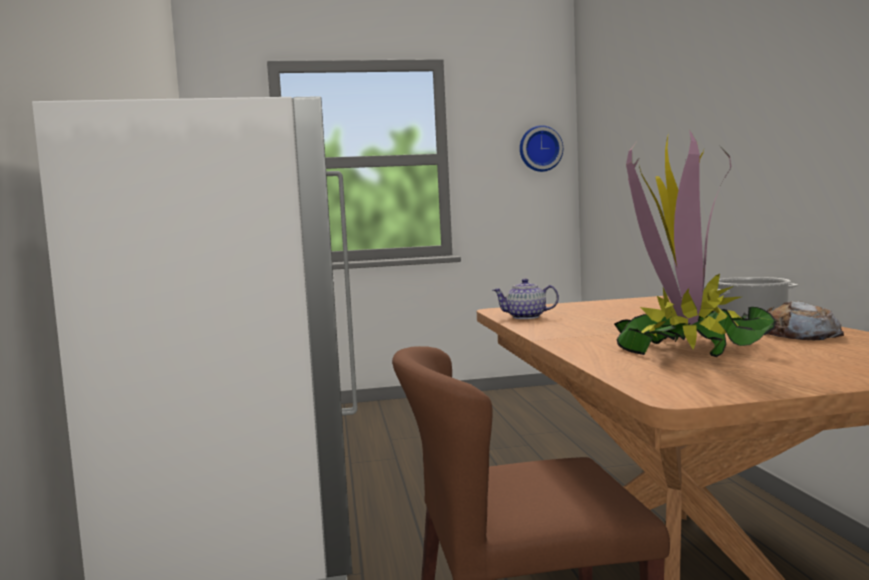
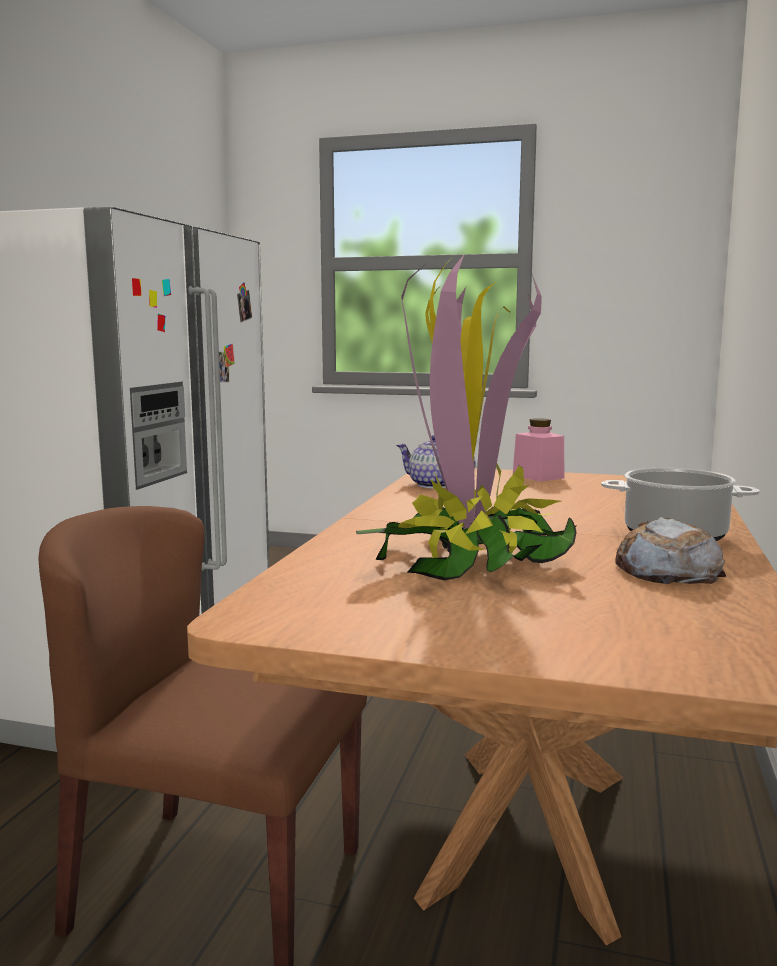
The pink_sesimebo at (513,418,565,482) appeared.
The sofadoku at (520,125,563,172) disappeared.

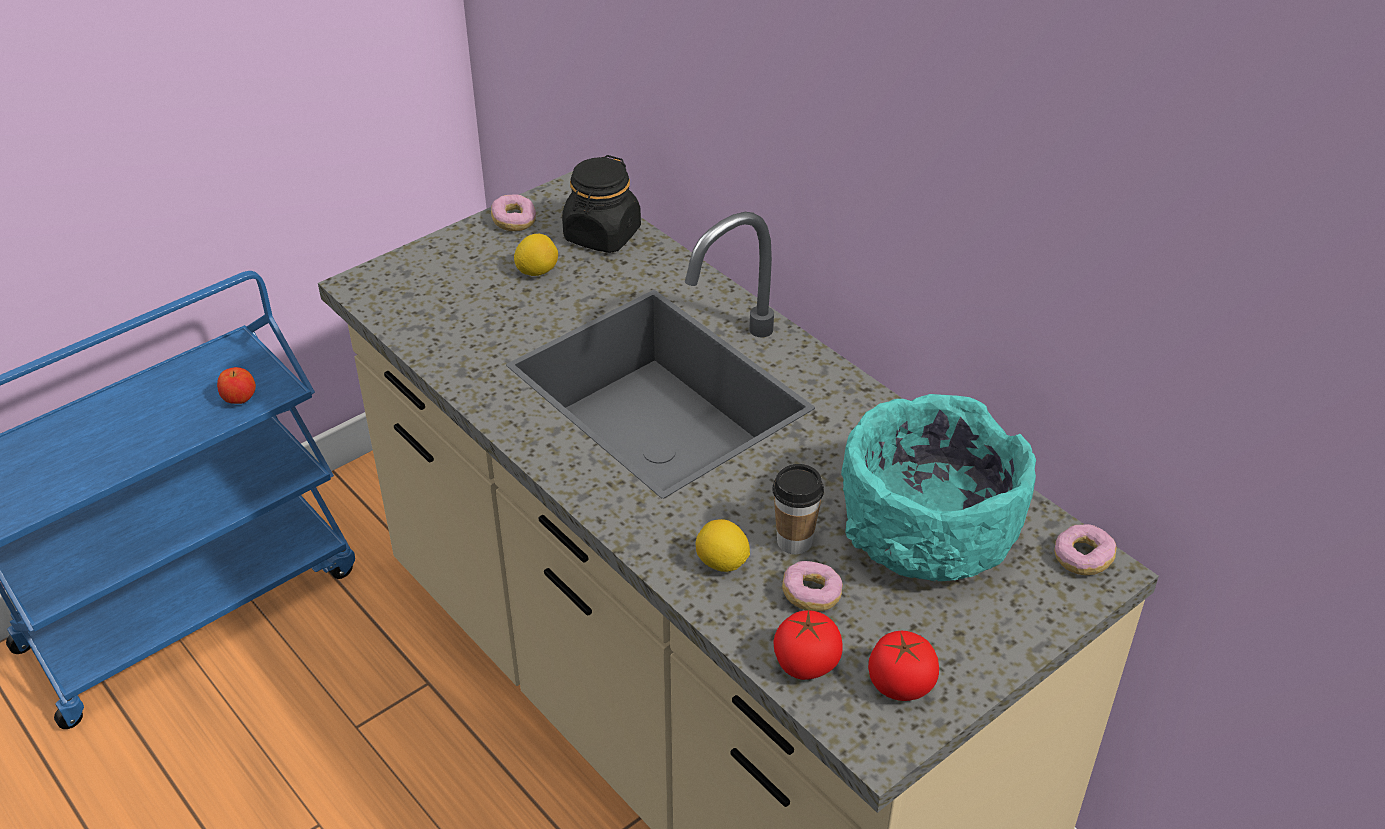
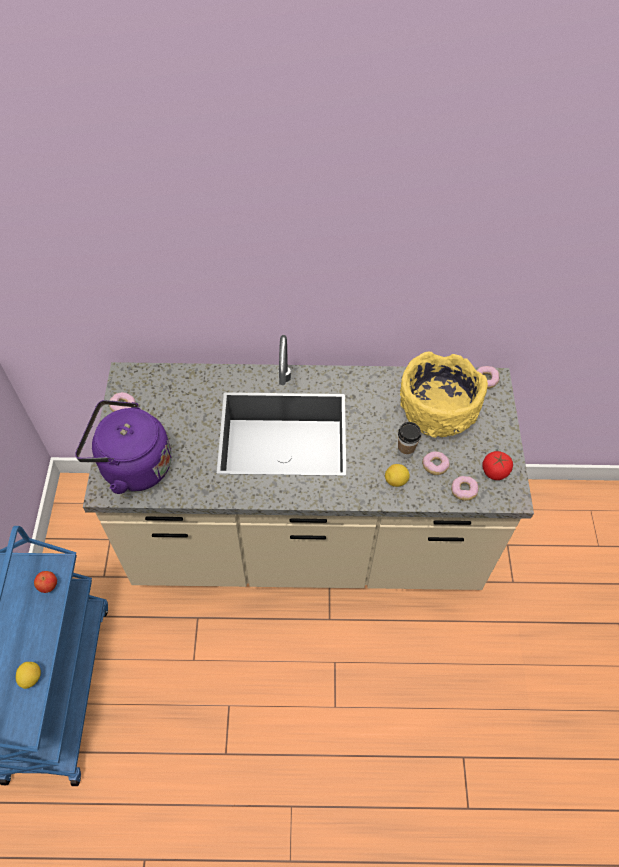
The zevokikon moved from (514,234,558,276) to (16,662,41,689).
The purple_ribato at (75,400,172,494) appeared.
The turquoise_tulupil at (841,394,1036,581) became the yellow_tulupil at (400,352,488,438).
The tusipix at (773,609,843,680) was replaced by the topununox at (451,476,479,501).
The black_sesimebo at (562,155,641,253) disappeared.

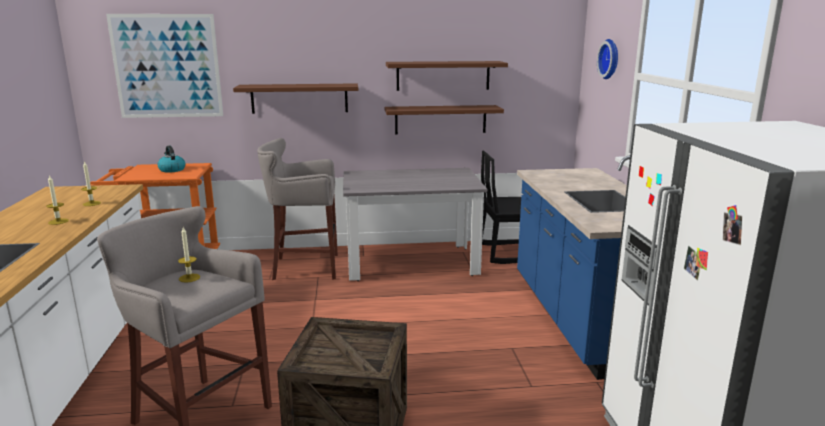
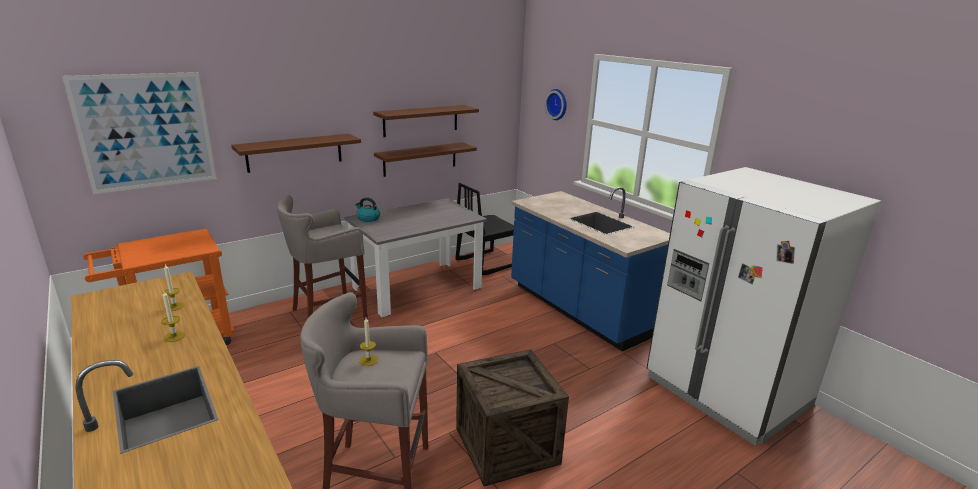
The ribato moved from (157,146,185,173) to (355,197,380,222).

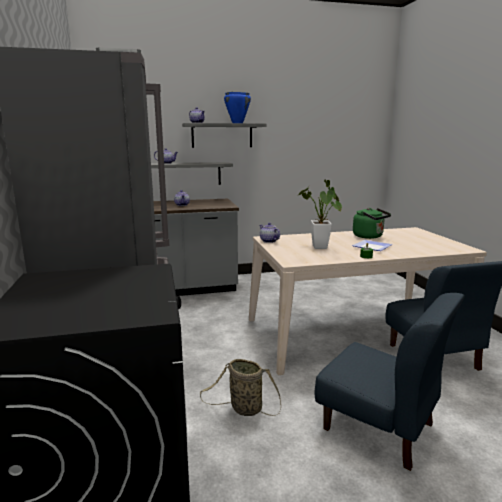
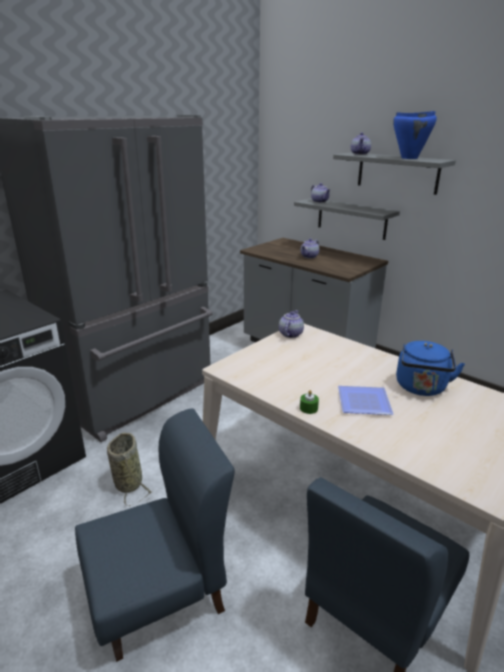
The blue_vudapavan at (315,293,465,471) turned 120 degrees counterclockwise.
The green_ribato at (353,208,391,239) became the blue_ribato at (396,341,465,396).
The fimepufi at (297,180,342,249) disappeared.

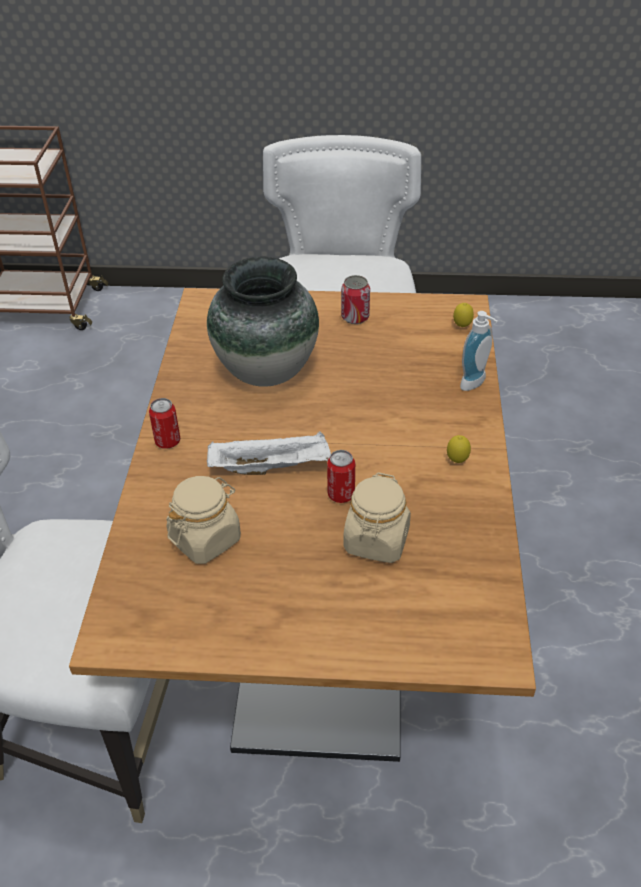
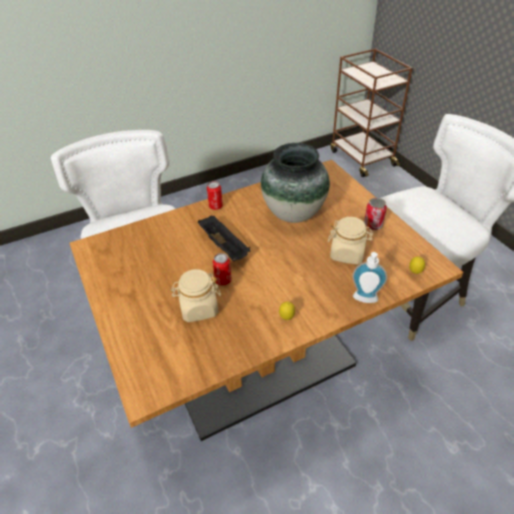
The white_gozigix at (207,431,331,475) became the black_gozigix at (198,215,251,261).
The beige_sesimebo moved from (166,476,241,564) to (328,217,373,265).

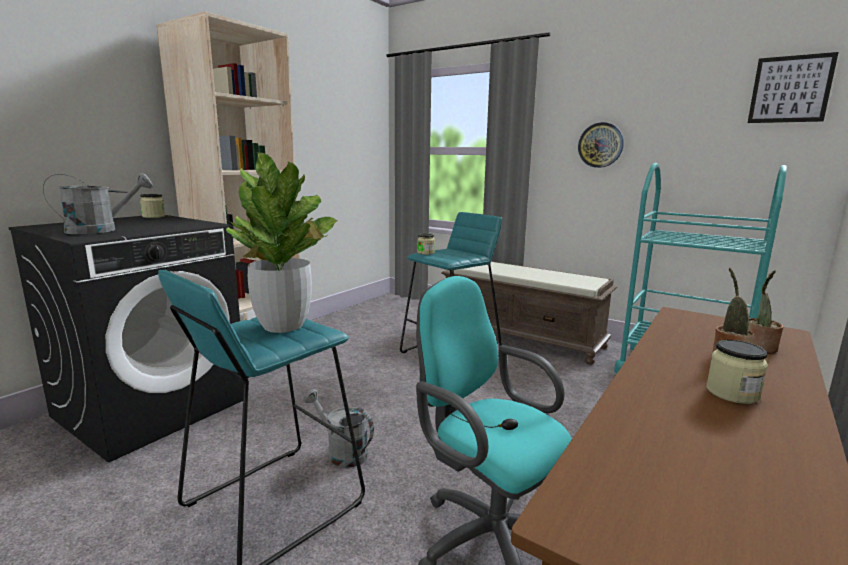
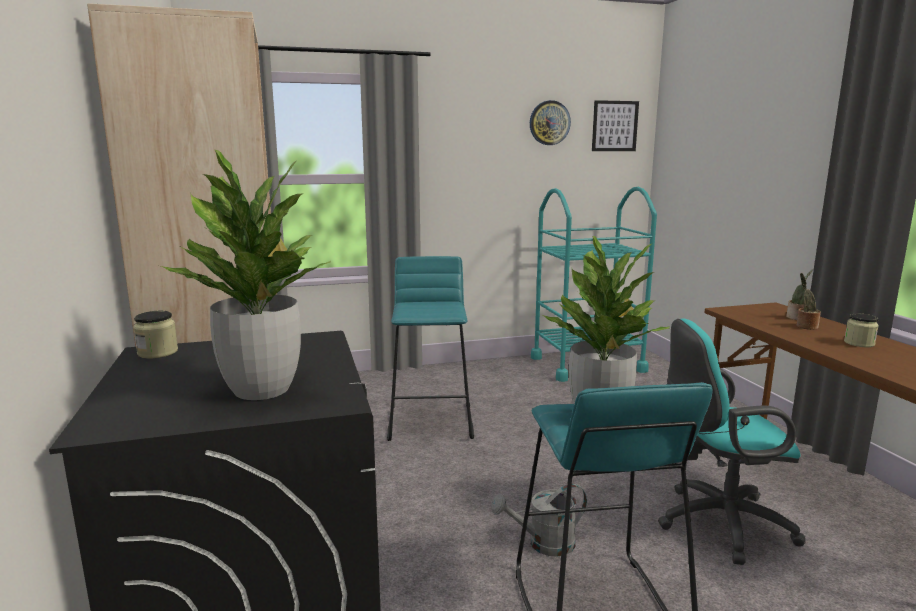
The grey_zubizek at (43,173,153,234) was replaced by the fimepufi at (161,150,331,400).
The sofadoku moved from (578,122,624,168) to (530,100,571,145).
The sesimebo at (417,233,435,255) disappeared.
The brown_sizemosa at (441,261,617,365) disappeared.

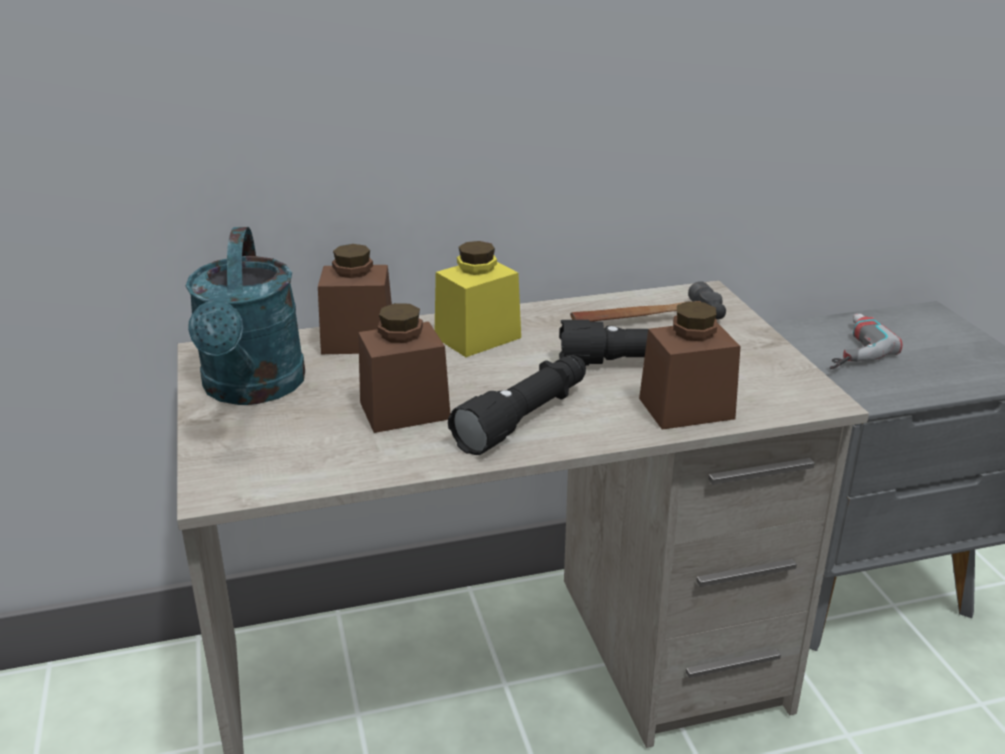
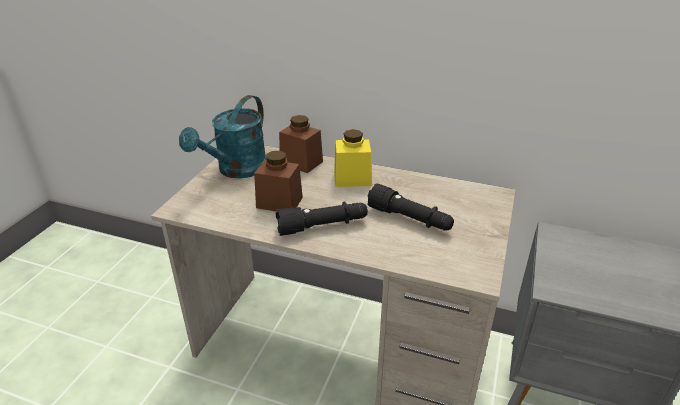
The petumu at (570,281,726,322) disappeared.
The brown_sesimebo at (639,301,741,430) disappeared.
The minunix at (830,314,902,369) disappeared.

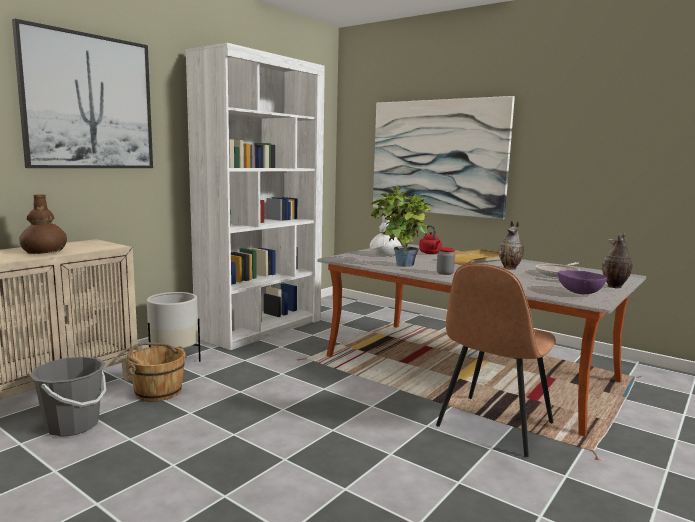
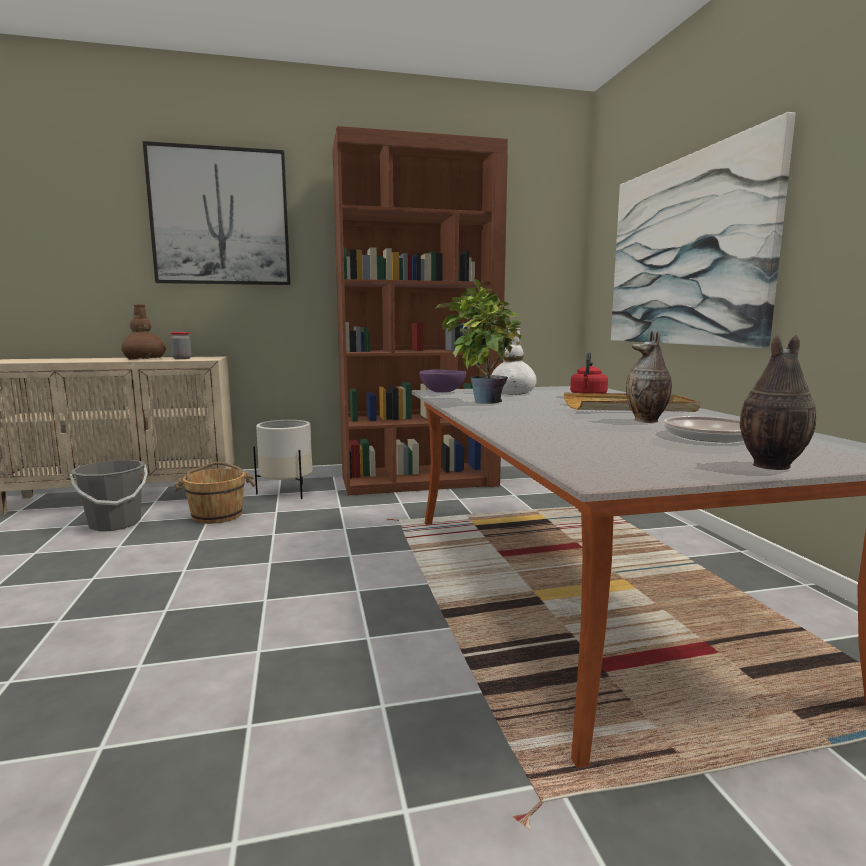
The sesimebo moved from (437,247,455,275) to (170,332,191,359).
The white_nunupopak at (186,43,325,350) became the brown_nunupopak at (332,126,508,495).
The purple_tulupil moved from (558,270,607,294) to (419,370,466,393).
The brown_vudapavan at (436,263,556,457) disappeared.

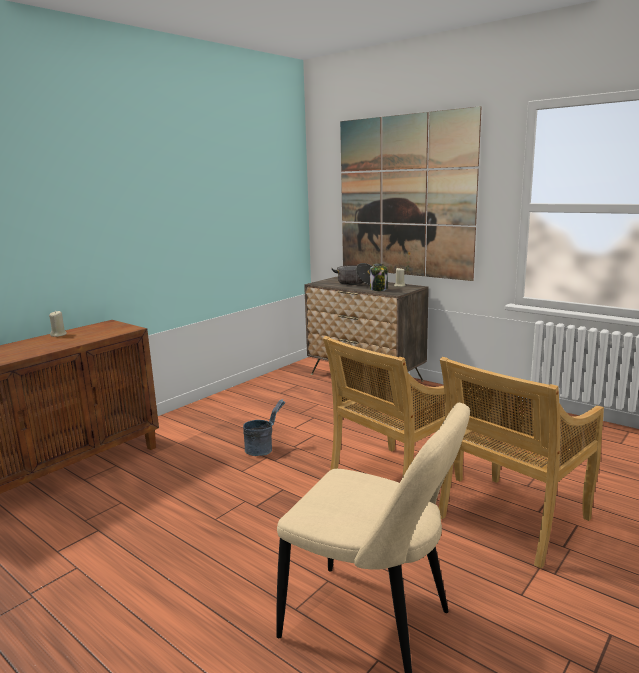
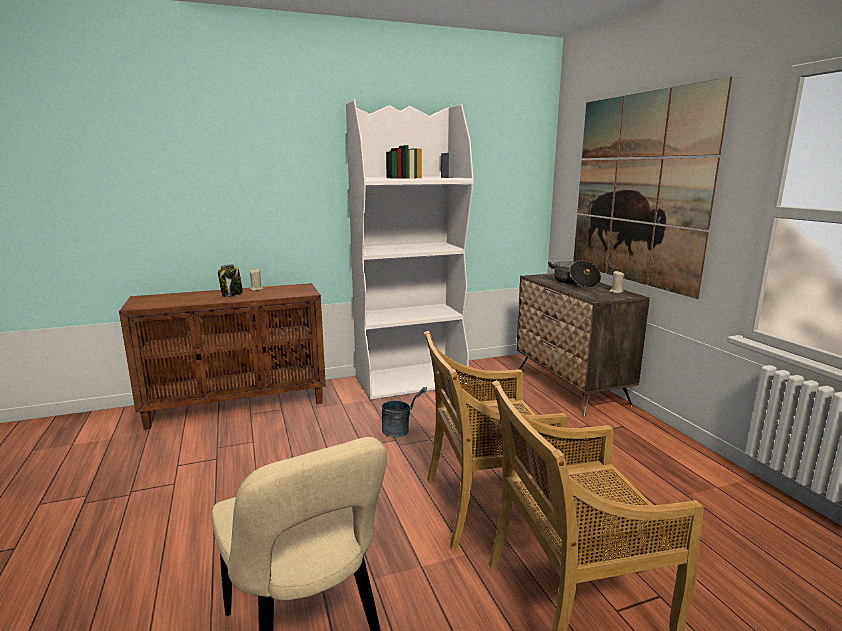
The sesimebo moved from (370,263,388,291) to (218,264,243,297).
The white_nunupopak at (346,99,474,400) appeared.

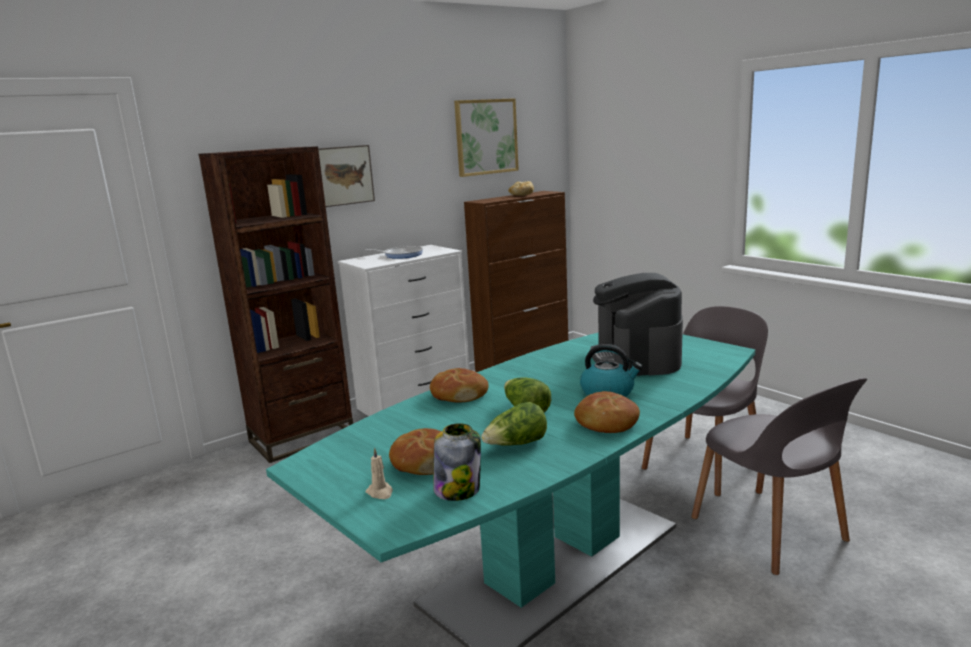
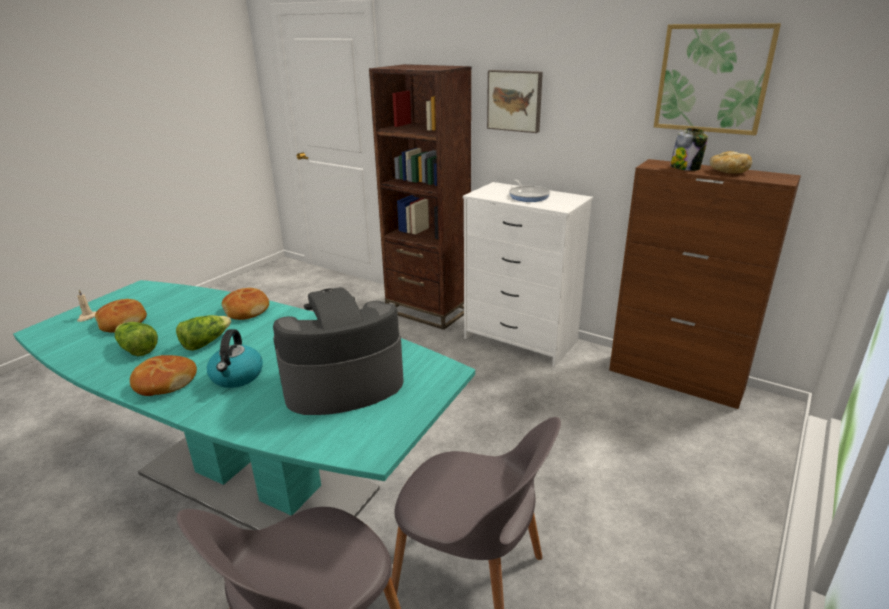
The sesimebo moved from (433,423,481,501) to (670,128,708,171).

